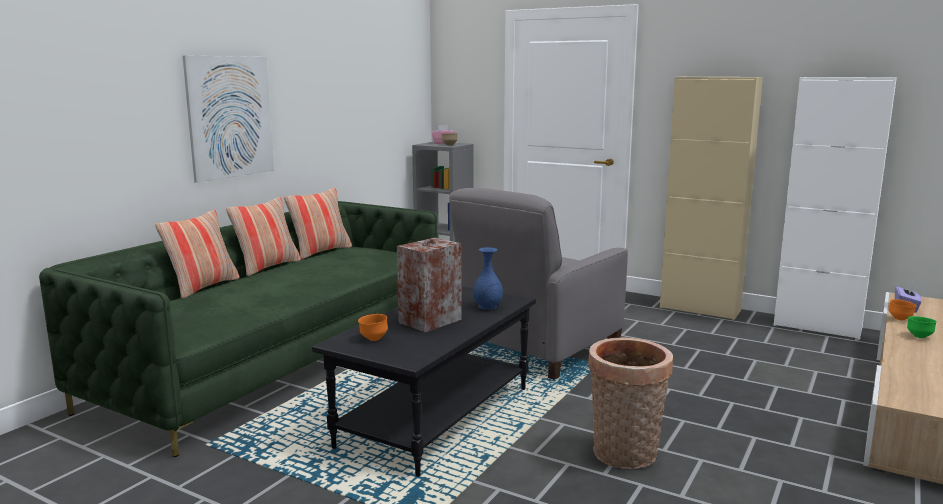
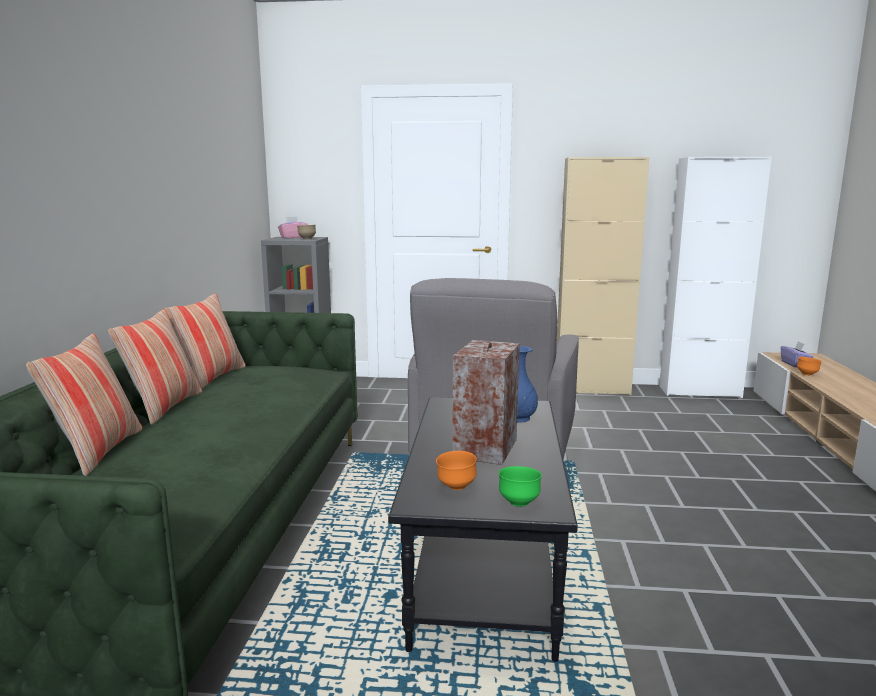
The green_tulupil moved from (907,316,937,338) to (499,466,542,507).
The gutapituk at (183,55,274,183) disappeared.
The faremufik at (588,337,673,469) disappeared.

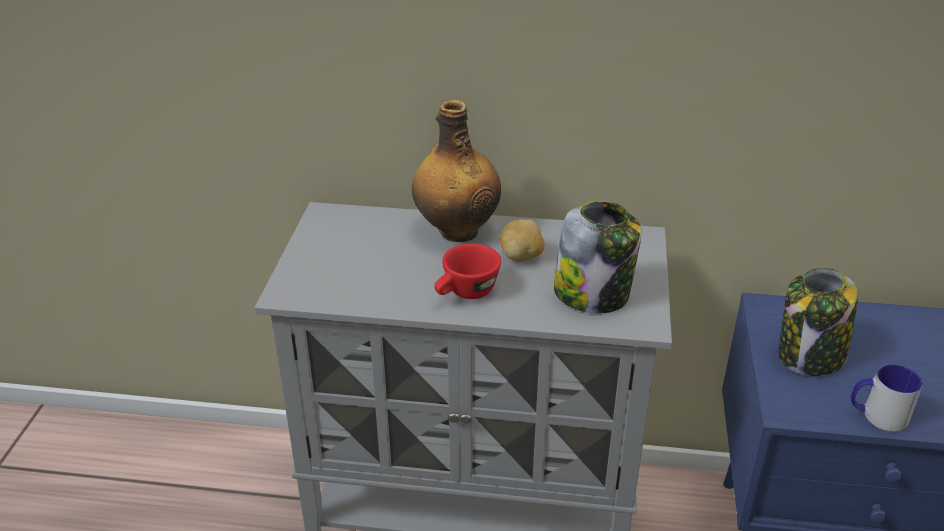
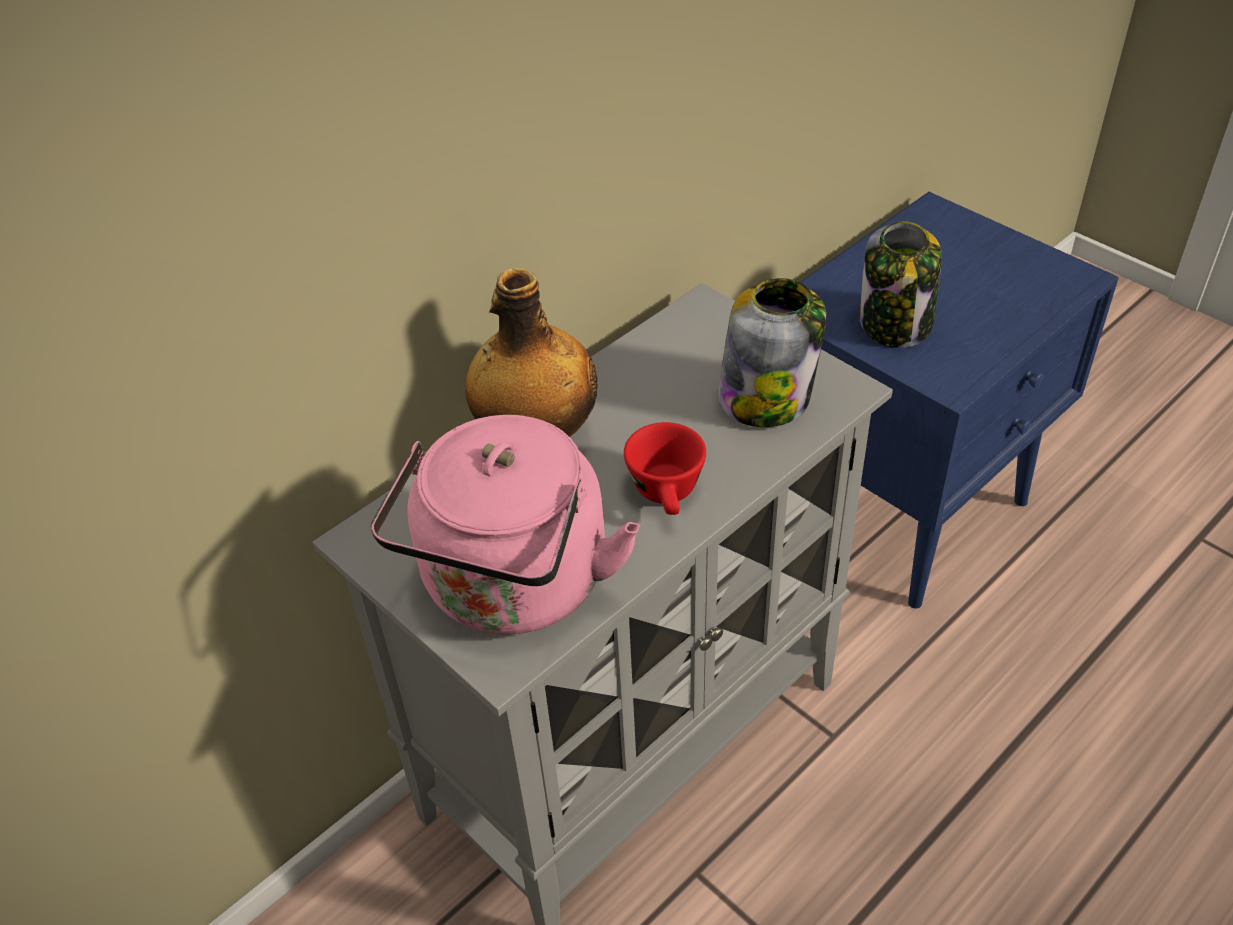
The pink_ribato at (371,415,640,634) appeared.
The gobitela at (500,219,545,262) disappeared.
The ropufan at (851,364,923,432) disappeared.

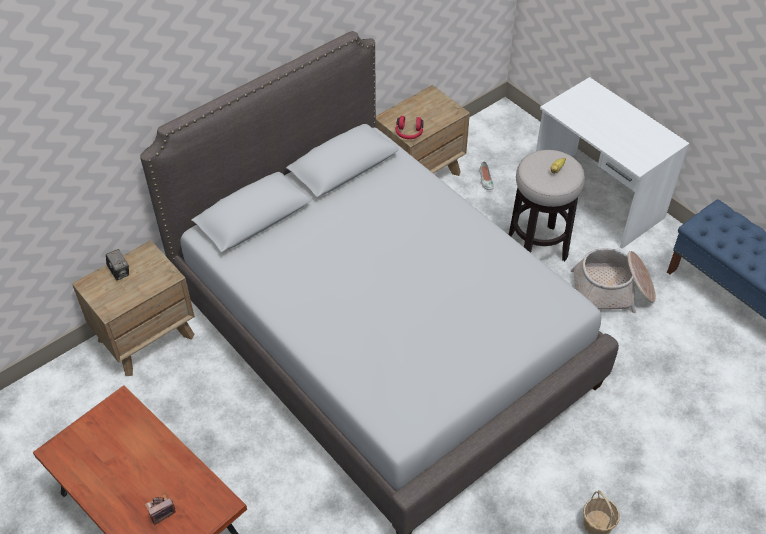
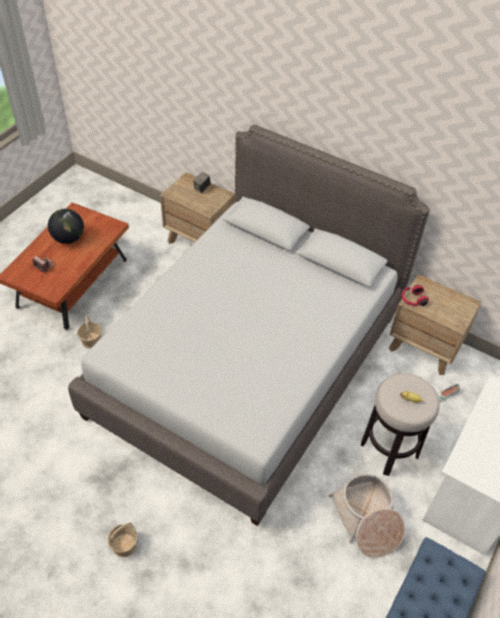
The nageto at (48,209,84,244) appeared.
The faremufik at (77,315,102,349) appeared.

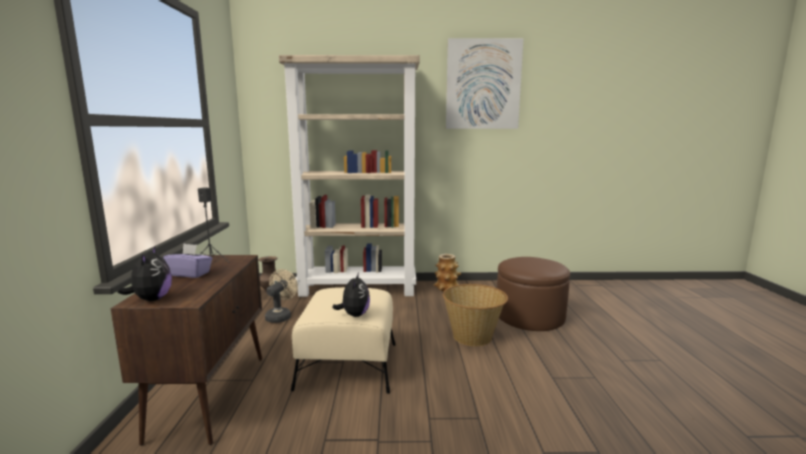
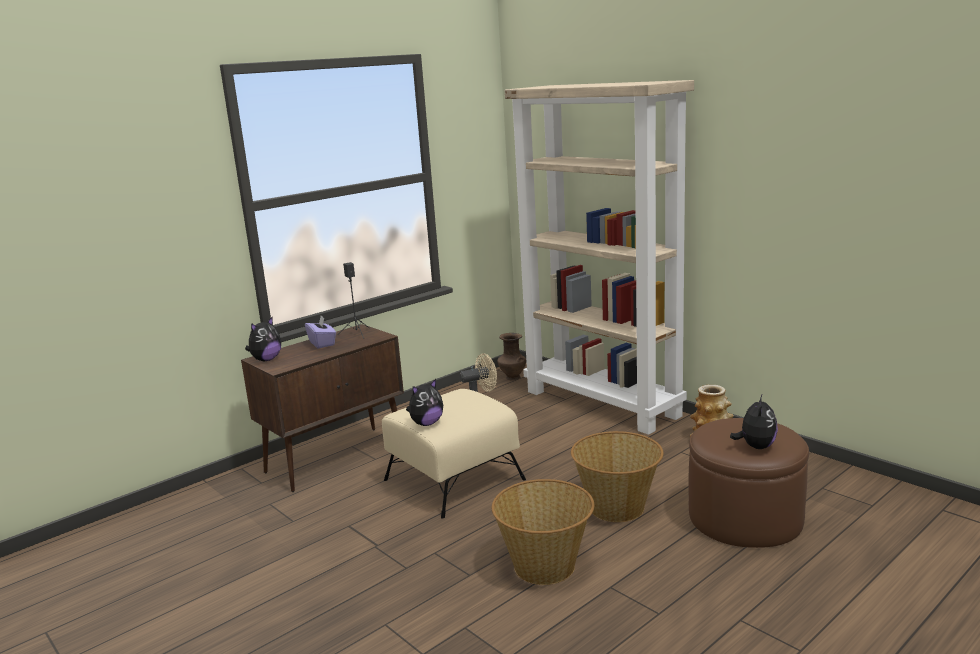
The faremufik at (492,479,594,585) appeared.
The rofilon at (730,395,778,449) appeared.
The gutapituk at (446,38,524,129) disappeared.

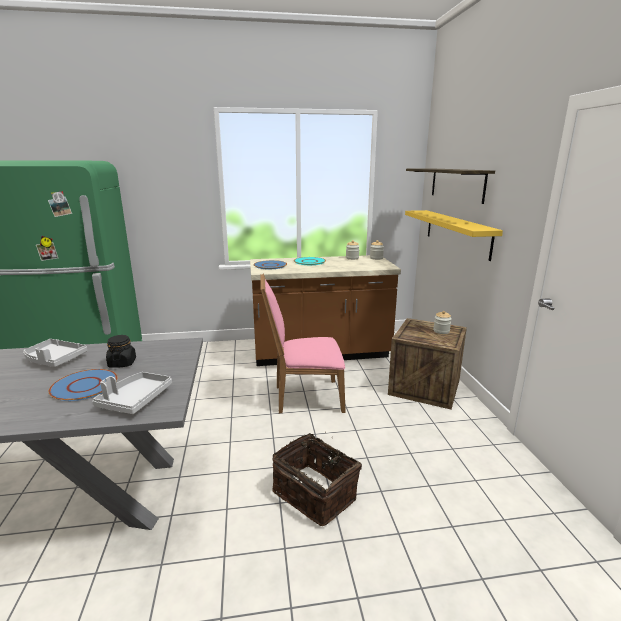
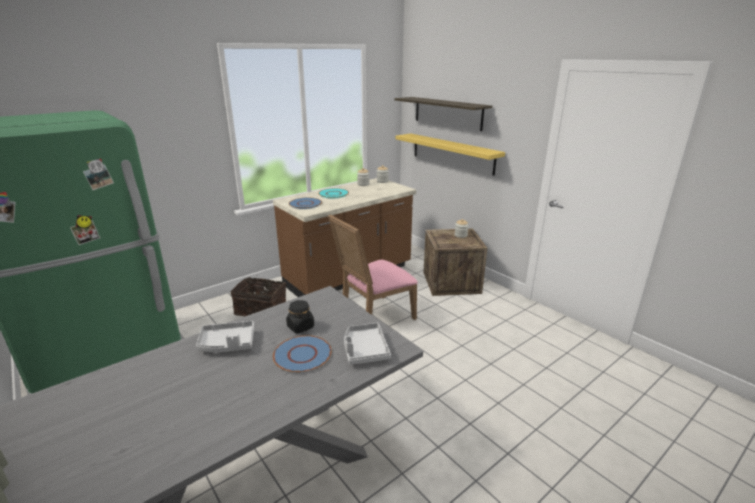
The faremufik moved from (272,432,362,526) to (231,277,286,316).

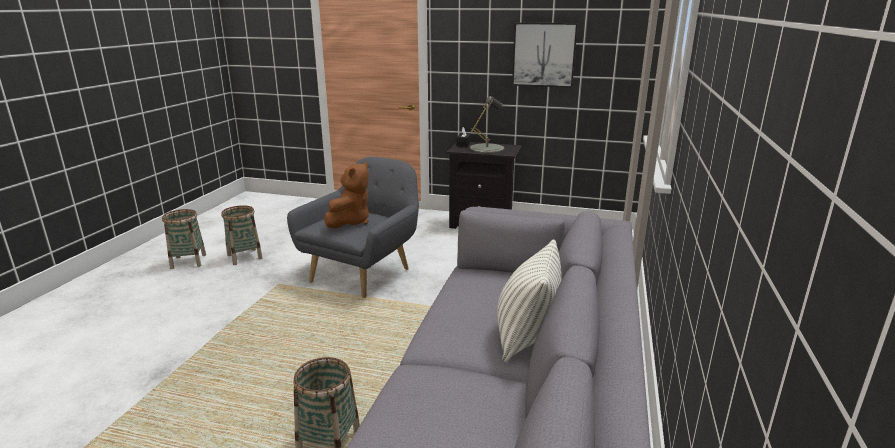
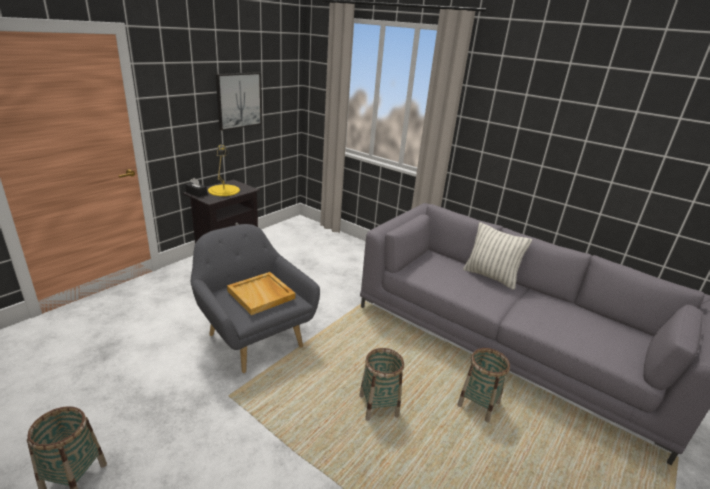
The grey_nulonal at (470,96,504,153) became the yellow_nulonal at (208,144,240,196).
The brown_rofilon at (324,162,369,228) was replaced by the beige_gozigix at (227,272,295,315).
The faremufik moved from (221,205,263,265) to (359,348,404,421).

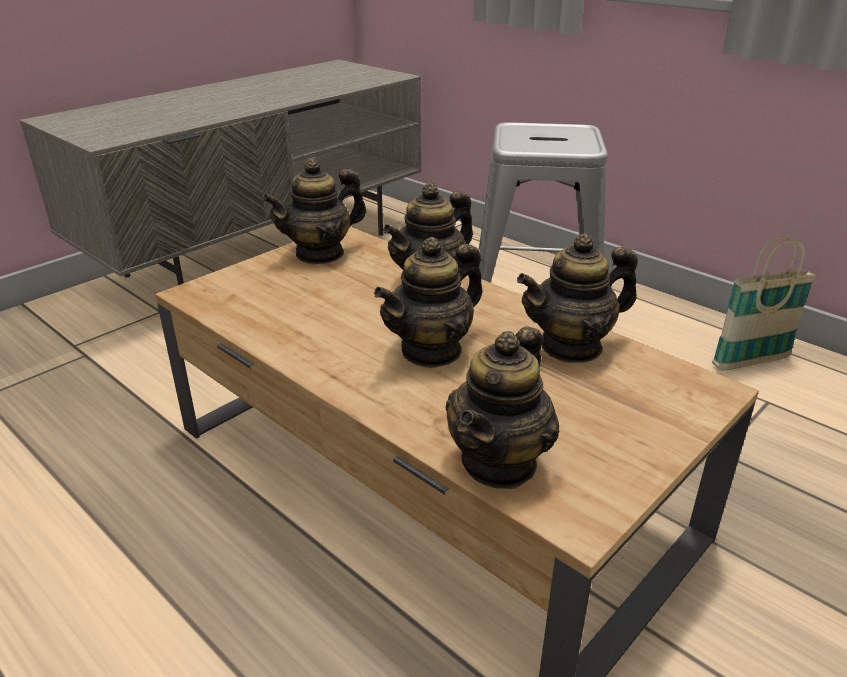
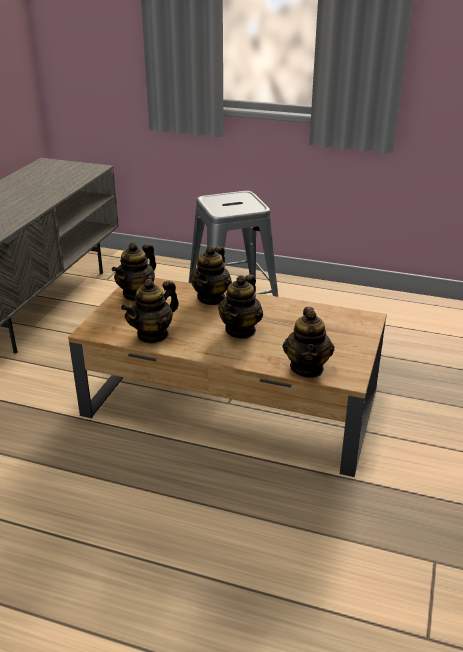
The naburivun moved from (517,233,638,363) to (121,279,179,344).
The faremufik at (712,236,816,370) disappeared.

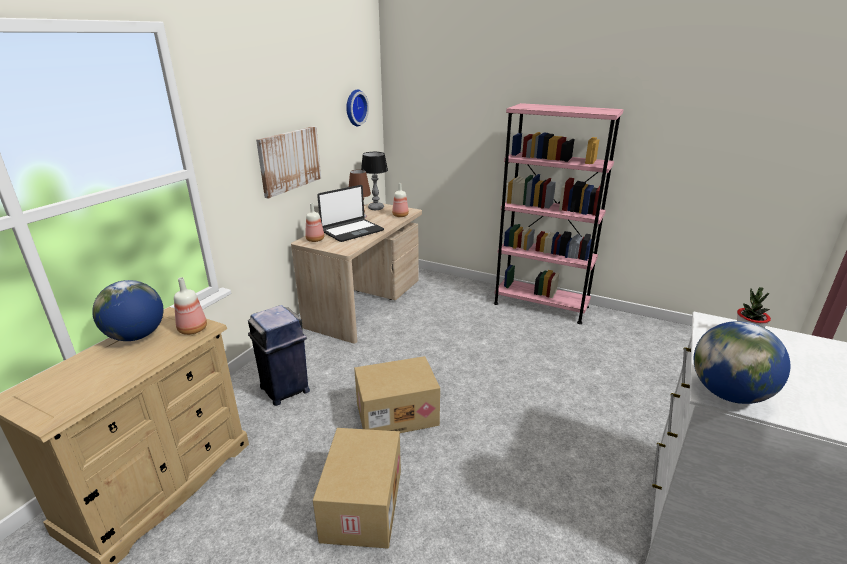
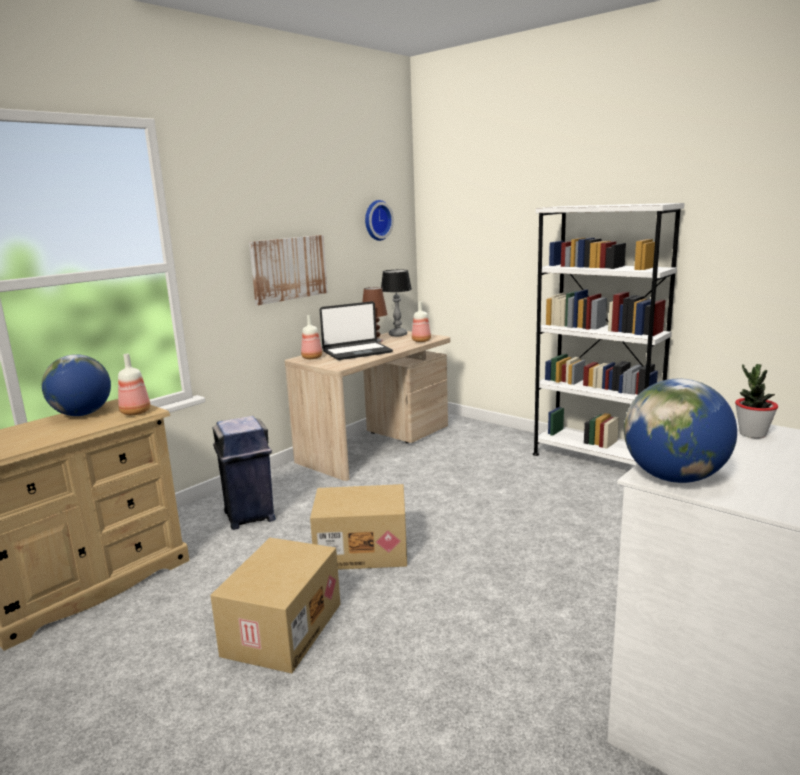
The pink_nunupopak at (494,103,624,324) became the white_nunupopak at (533,203,685,465).

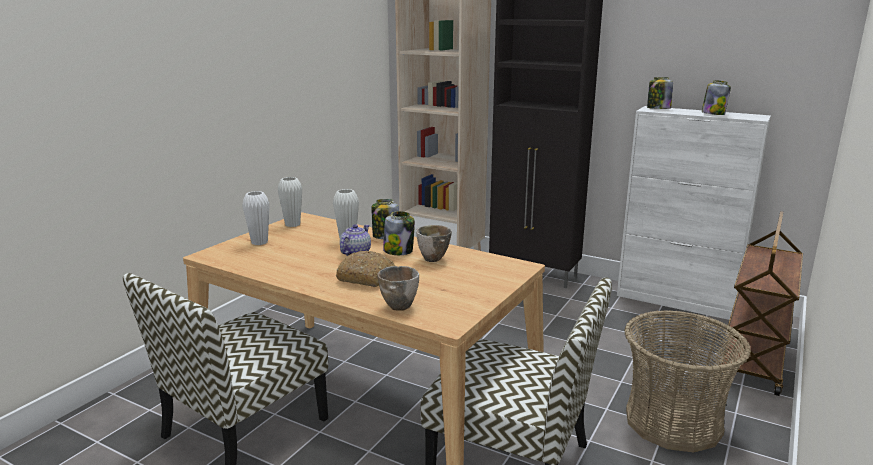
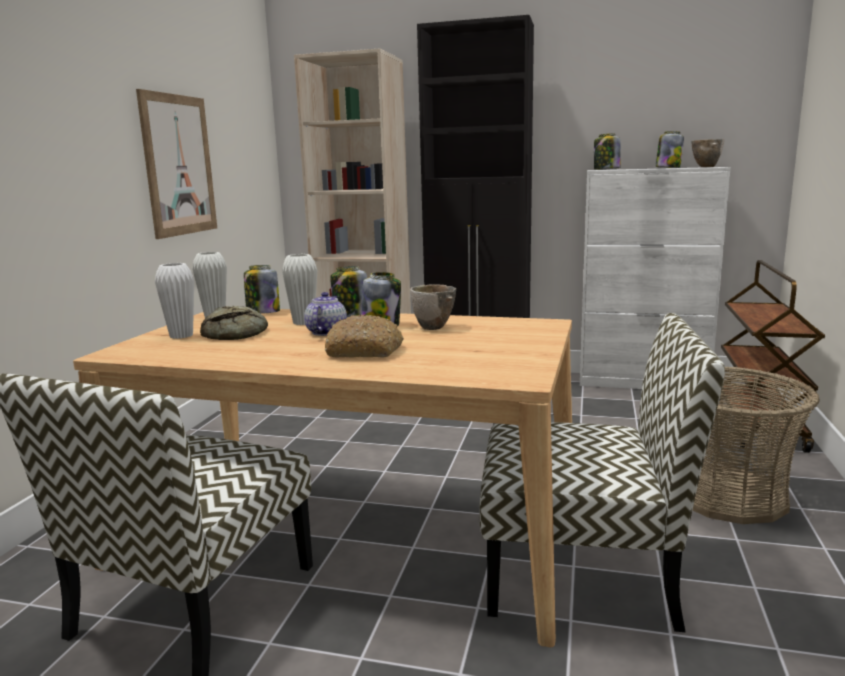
The gutapituk at (136,89,217,239) appeared.
The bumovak at (200,306,268,340) appeared.
The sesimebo at (244,265,280,314) appeared.
The tulupil moved from (377,266,419,311) to (691,139,724,167).

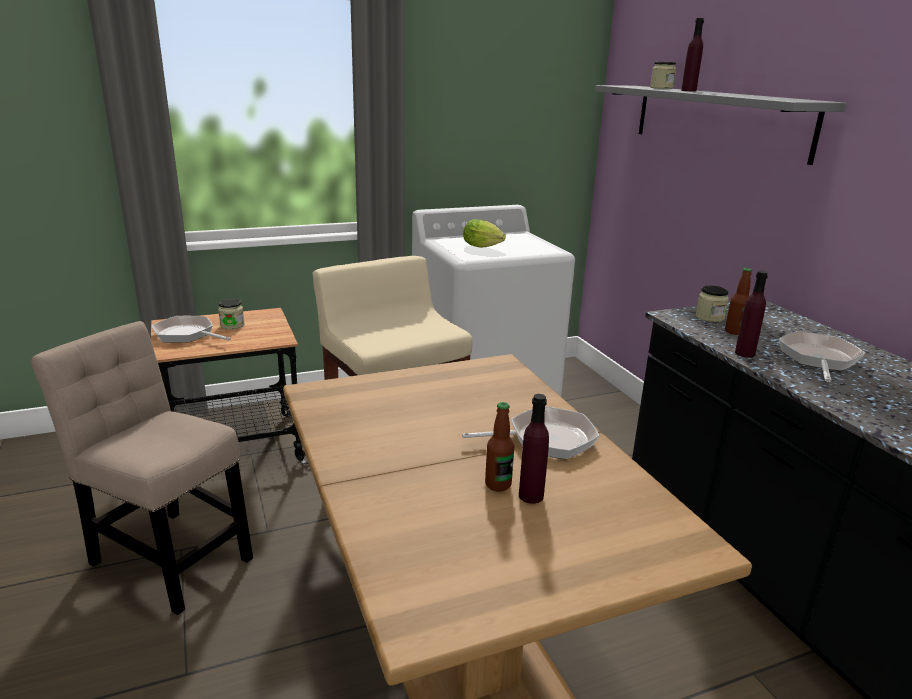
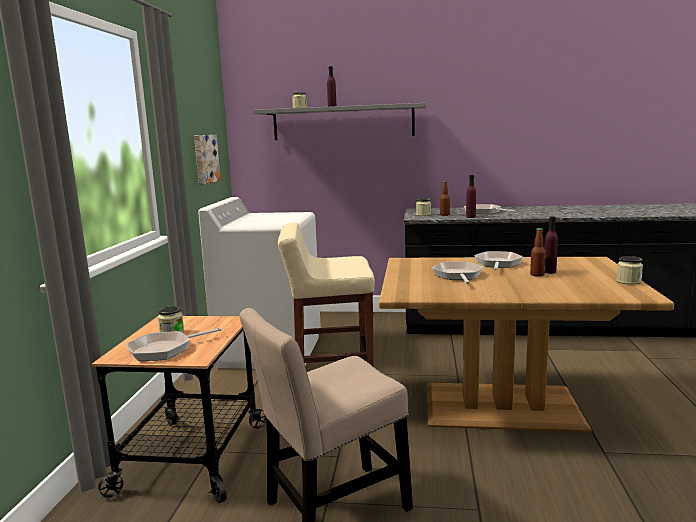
The gutapituk at (194,135,221,185) appeared.
The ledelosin at (432,261,483,284) appeared.
The sesimebo at (616,256,643,285) appeared.
The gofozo at (463,219,506,248) disappeared.

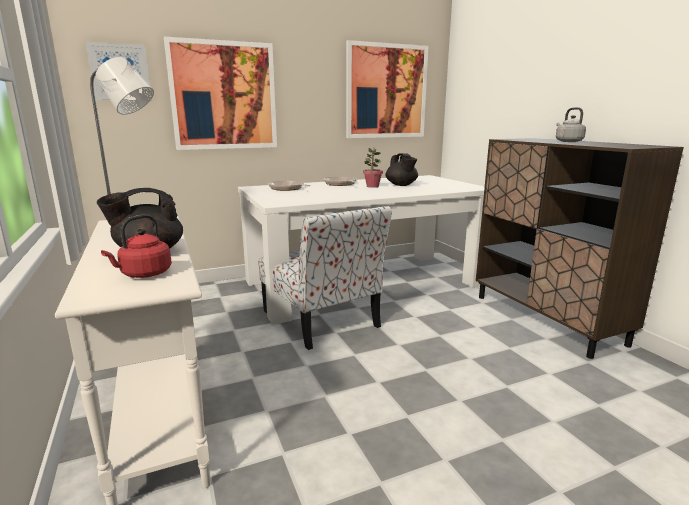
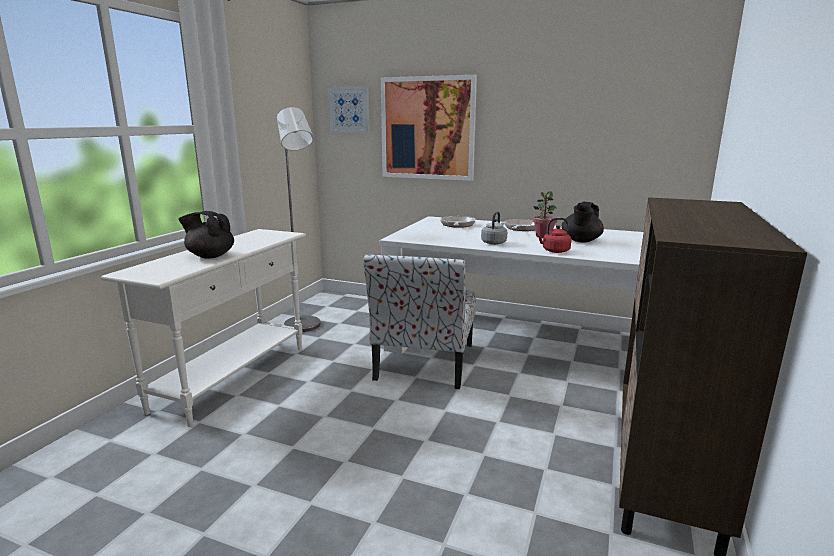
The grey_ribato moved from (556,107,586,142) to (481,211,507,245).
The red_ribato moved from (101,214,172,278) to (536,218,571,253).
The gutapituk at (346,40,428,138) disappeared.

